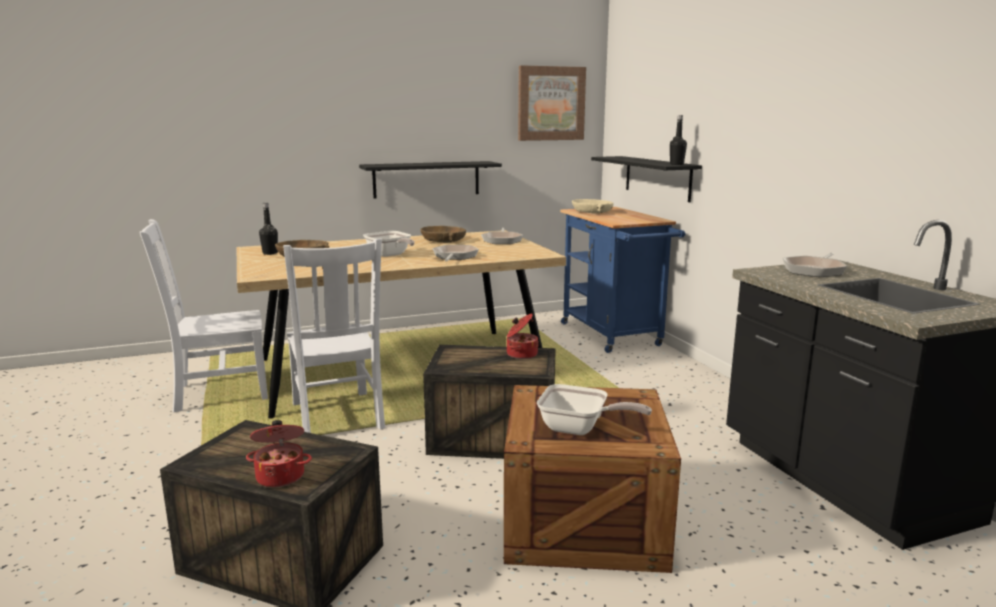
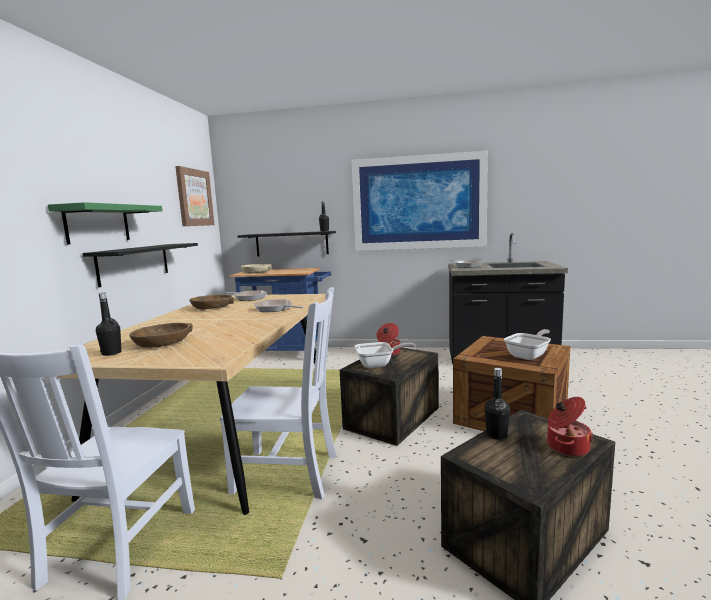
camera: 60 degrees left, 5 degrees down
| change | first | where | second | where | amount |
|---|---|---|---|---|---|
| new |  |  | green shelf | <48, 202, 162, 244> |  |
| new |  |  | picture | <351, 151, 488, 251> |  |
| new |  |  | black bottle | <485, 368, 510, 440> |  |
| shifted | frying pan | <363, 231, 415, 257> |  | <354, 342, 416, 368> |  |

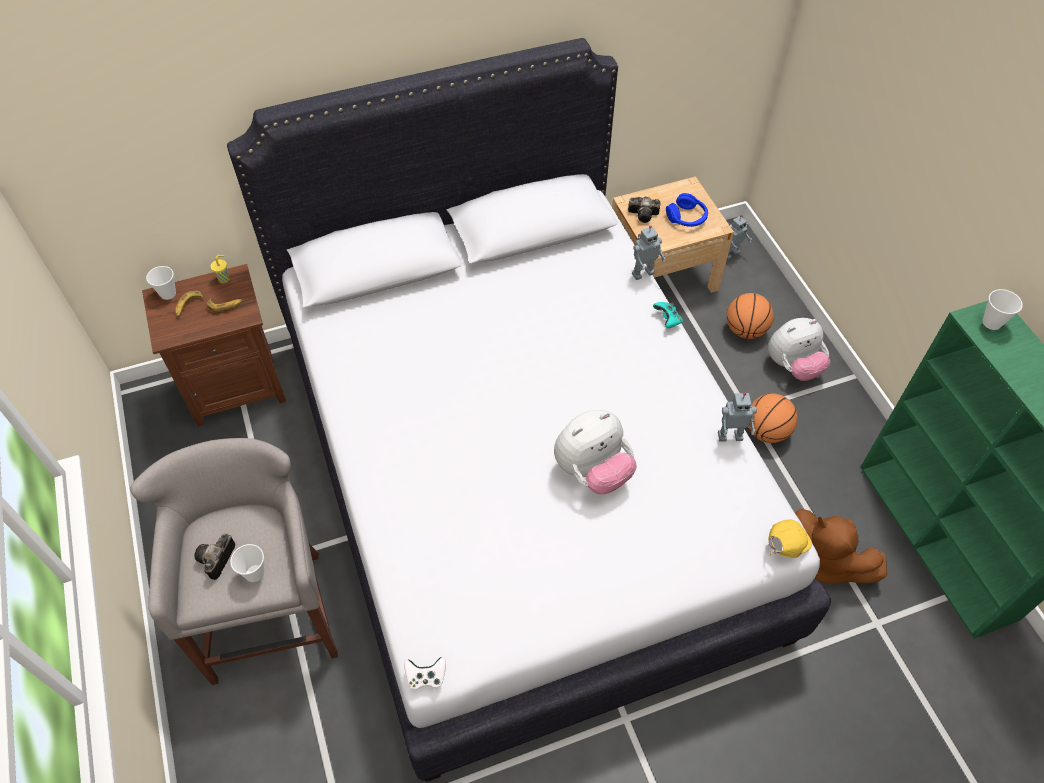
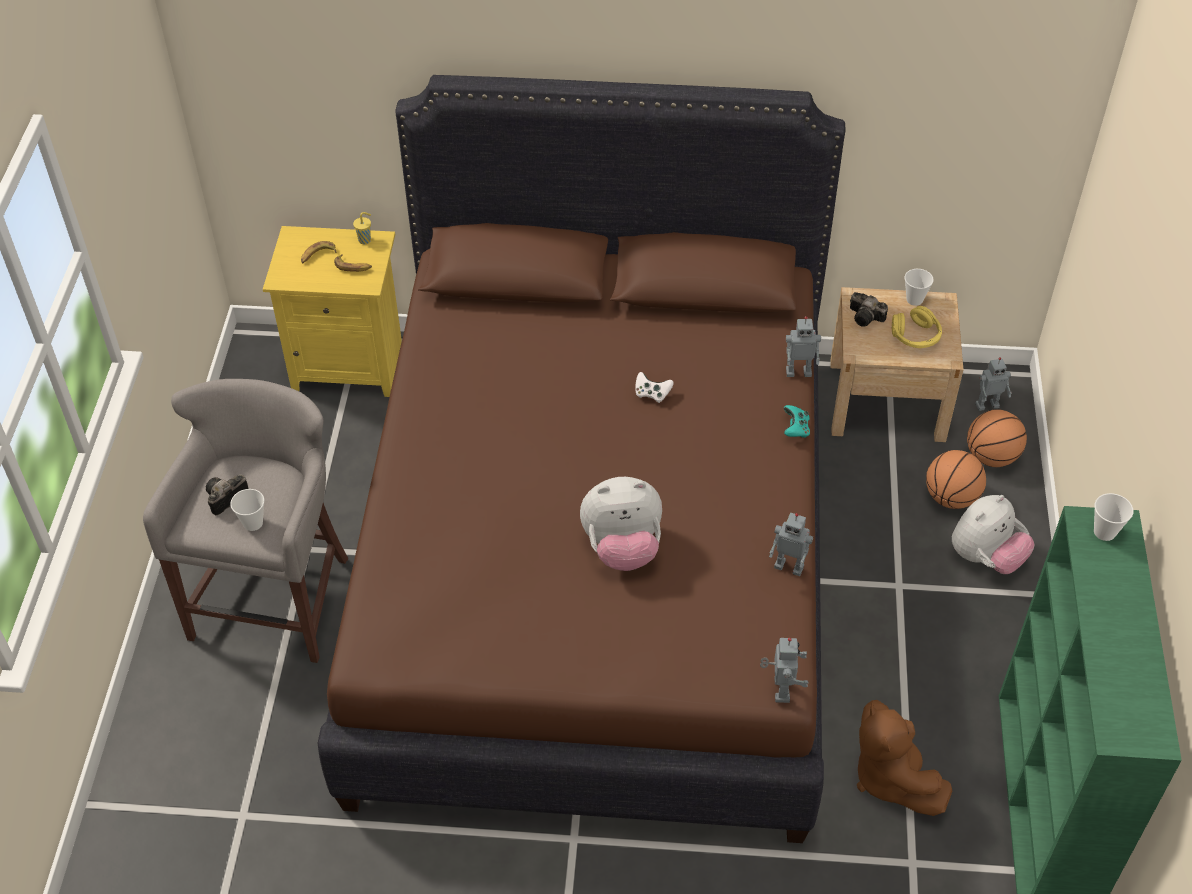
camera: 25 degrees right, 5 degrees down
| change | first | where | second | where | amount |
|---|---|---|---|---|---|
| shifted | cup | <146, 266, 176, 300> |  | <904, 269, 934, 306> |  |
| shifted | white game controller | <404, 657, 446, 690> |  | <635, 372, 674, 403> |  |
| shifted | basketball | <748, 393, 798, 443> |  | <967, 409, 1027, 467> |  |
| swapped | yellow cap | <768, 519, 812, 558> | toy robot | <760, 638, 808, 703> |  |
| repainted | brown nightstand | <142, 264, 286, 427> | yellow nightstand | <263, 226, 402, 397> |  |
| repainted | white bed | <227, 38, 831, 782> | brown bed | <318, 75, 845, 843> |  |
| repainted | blue headphones | <666, 193, 708, 227> | yellow headphones | <892, 306, 942, 348> |  |
| rotated | plush toy | <768, 318, 830, 381> |  | <952, 495, 1035, 574> | 45 degrees counterclockwise |

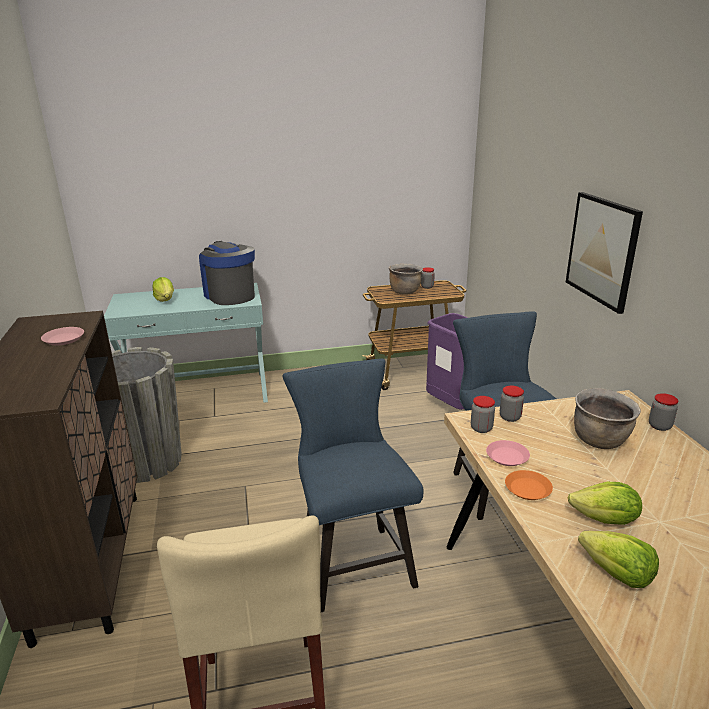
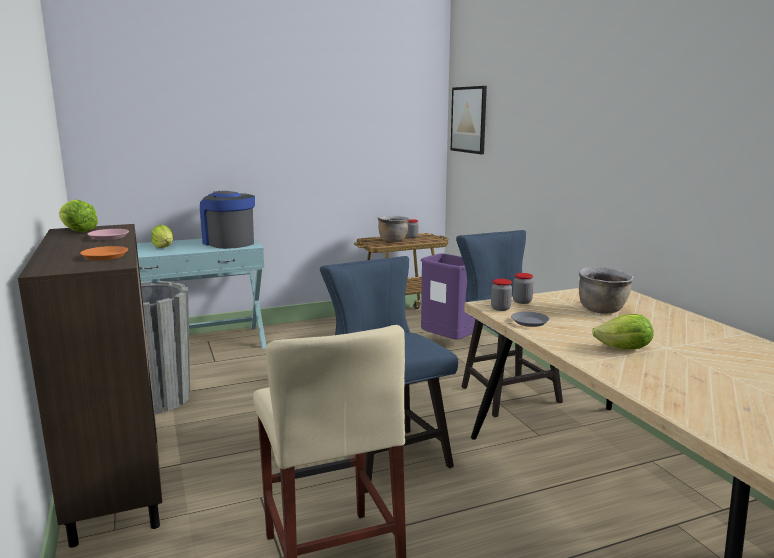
camera: 10 degrees left, 10 degrees down
| change | first | where | second | where | amount |
|---|---|---|---|---|---|
| gone | jar | <649, 393, 678, 431> |  |  |  |
| shifted | orange plate | <505, 470, 553, 500> |  | <80, 246, 128, 261> |  |
| shifted | picture | <566, 192, 643, 314> |  | <451, 86, 487, 154> |  |
| shifted | lettuce | <578, 531, 659, 588> |  | <59, 200, 98, 232> |  |
| repainted | pink plate | <486, 440, 530, 466> | grey plate | <511, 311, 549, 327> |  |

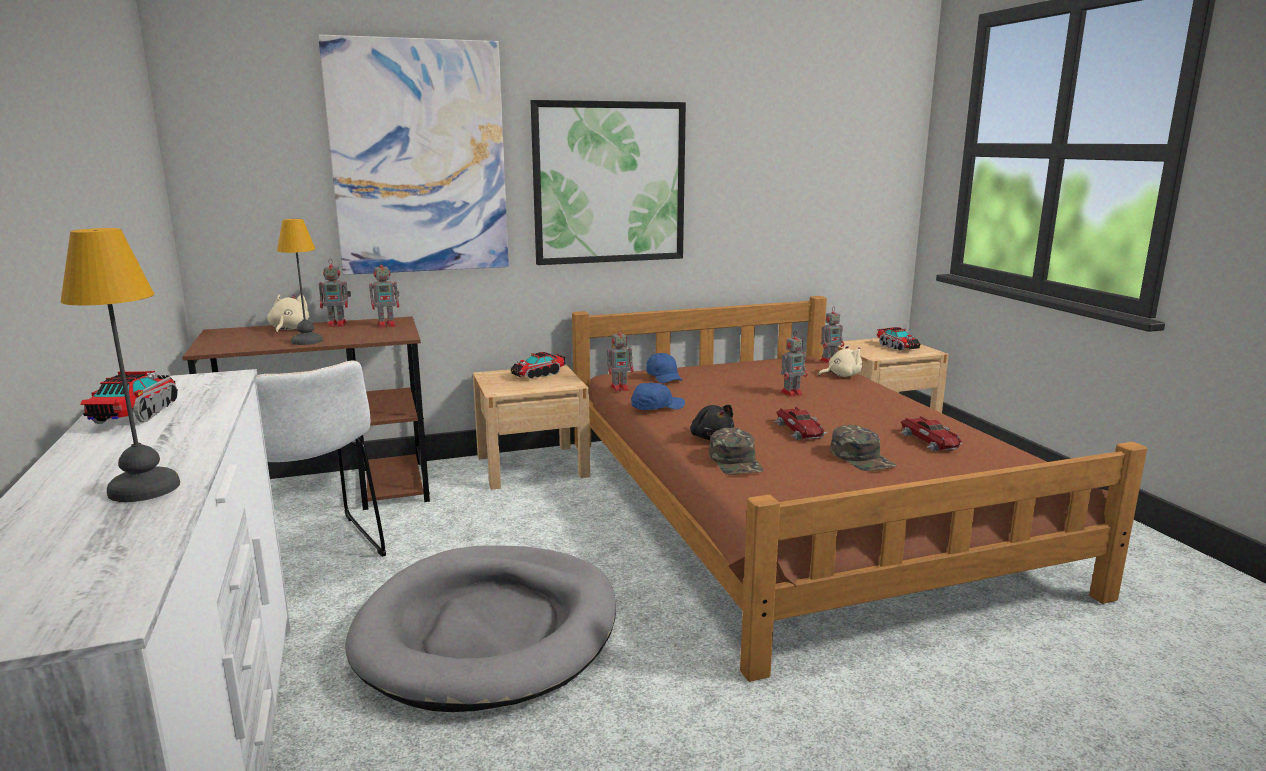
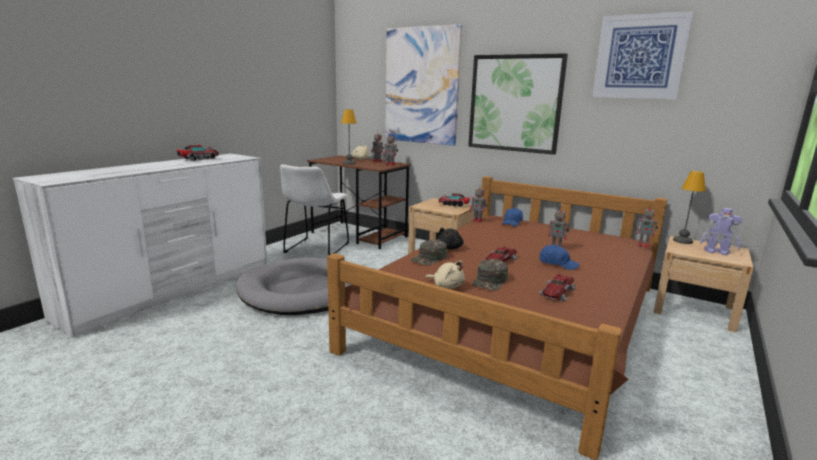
camera: 50 degrees right, 0 degrees up
| change | first | where | second | where | amount |
|---|---|---|---|---|---|
| new |  |  | picture | <592, 11, 693, 99> |  |
| shifted | table lamp | <61, 228, 180, 502> |  | <673, 171, 706, 244> |  |
| shifted | blue cap | <631, 382, 685, 410> |  | <539, 245, 580, 270> |  |
| shifted | beige plush toy | <818, 344, 862, 377> |  | <425, 261, 465, 289> |  |
| swapped | toy truck | <877, 327, 921, 351> | toy robot | <699, 208, 742, 255> |  |

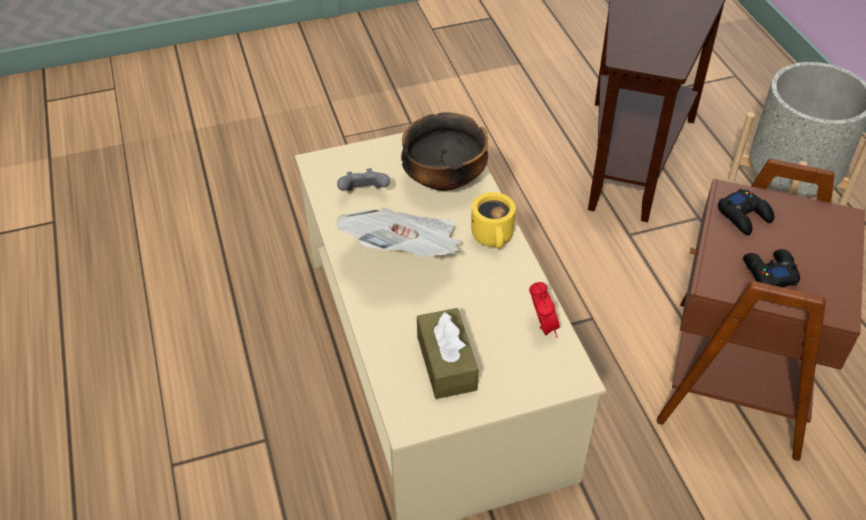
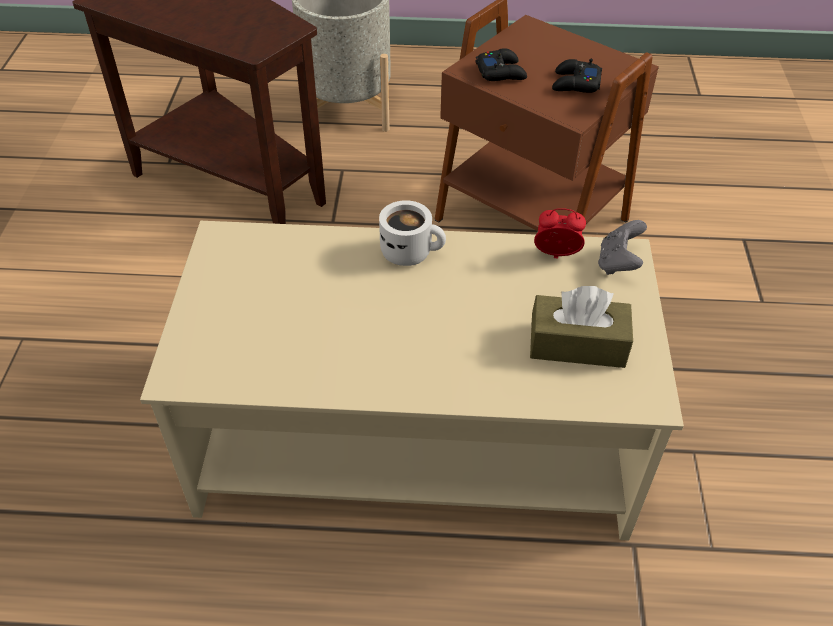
camera: 70 degrees left, 0 degrees up
| change | first | where | second | where | amount |
|---|---|---|---|---|---|
| gone | newspaper | <336, 208, 460, 257> |  |  |  |
| gone | bowl | <401, 112, 488, 191> |  |  |  |
| shifted | grey game controller | <337, 168, 390, 191> |  | <598, 220, 647, 275> |  |
| repainted | yellow mug | <471, 192, 516, 249> | white mug | <379, 200, 446, 266> |  |

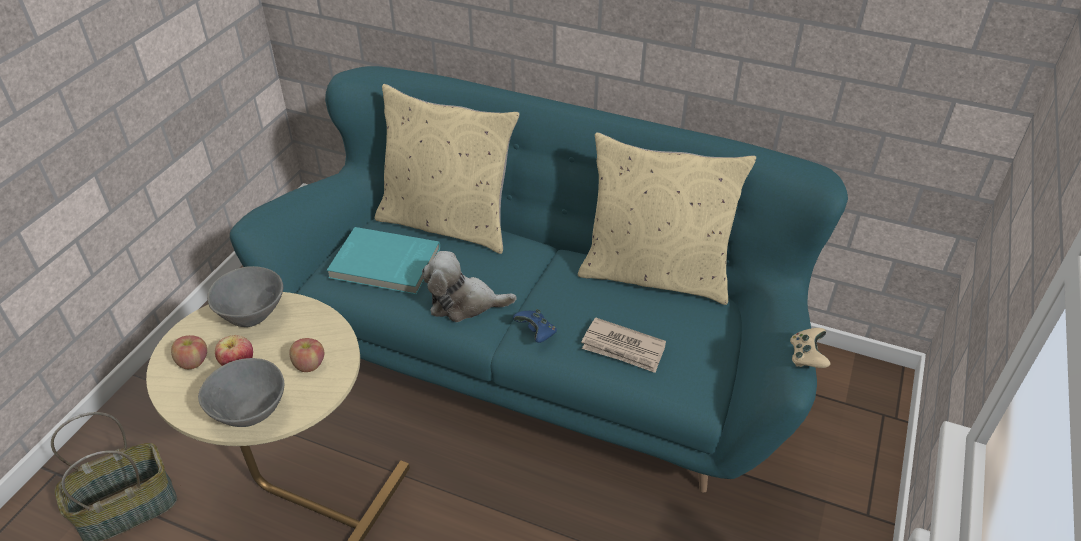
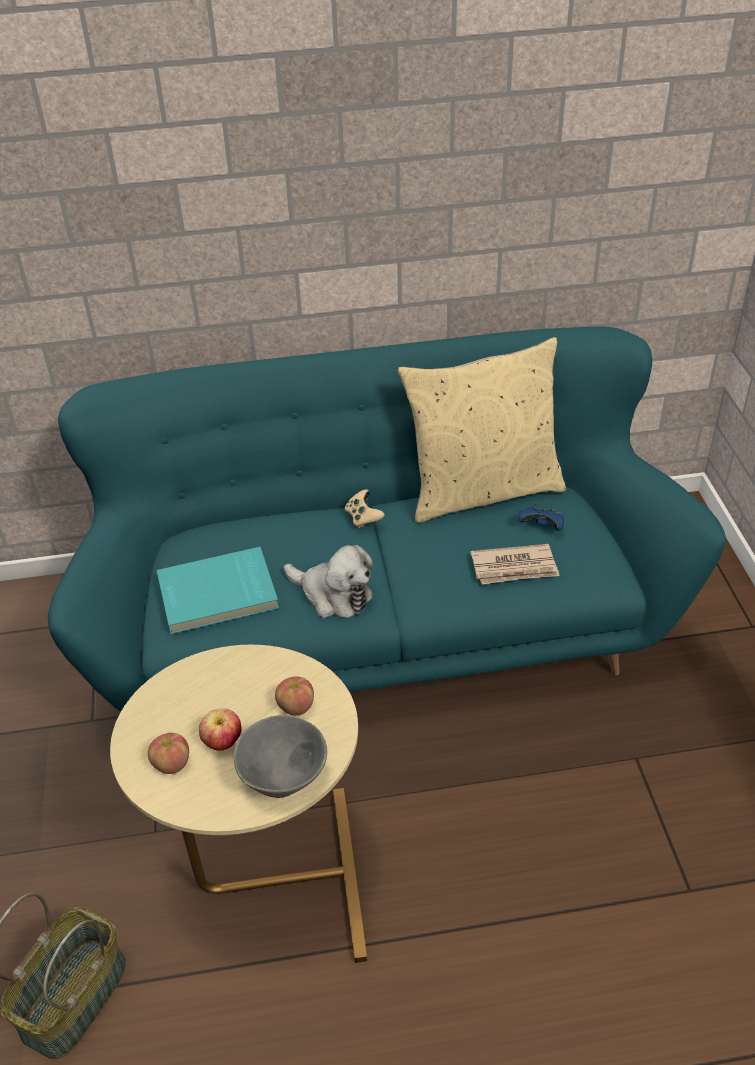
camera: 30 degrees left, 0 degrees up
| change | first | where | second | where | amount |
|---|---|---|---|---|---|
| gone | grey bowl | <207, 266, 283, 327> |  |  |  |
| gone | beige pillow | <375, 84, 520, 254> |  |  |  |
| shifted | blue game controller | <513, 309, 557, 343> |  | <519, 504, 564, 531> |  |
| shifted | beige game controller | <790, 328, 830, 368> |  | <345, 489, 385, 528> |  |
| rotated | plush toy | <422, 251, 517, 322> |  | <284, 545, 373, 618> | 120 degrees counterclockwise |

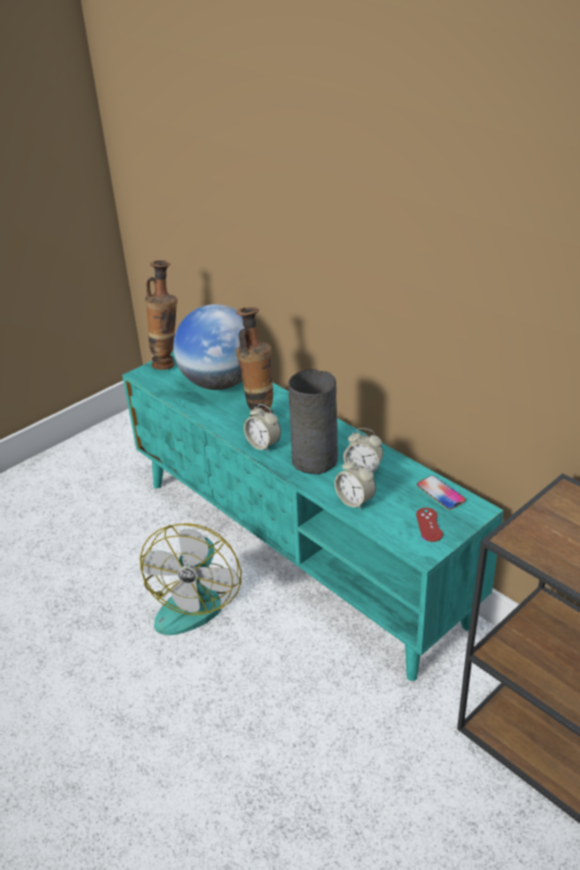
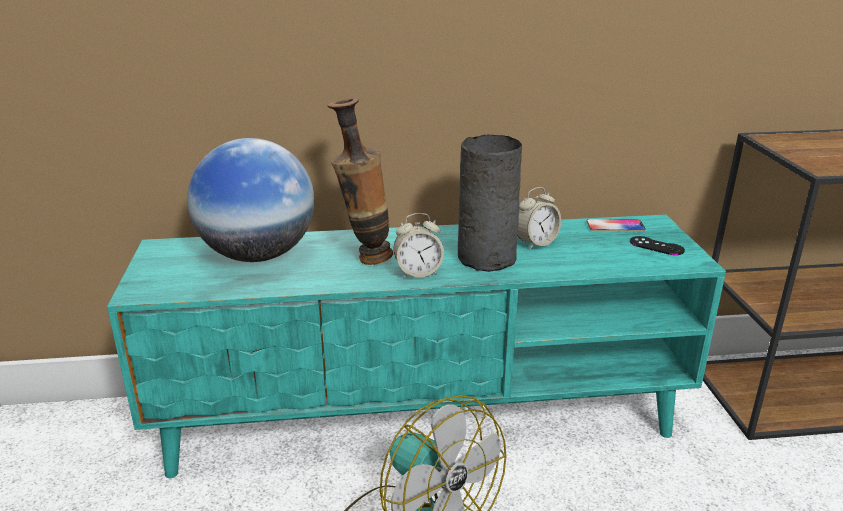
camera: 55 degrees left, 10 degrees down
| change | first | where | second | where | amount |
|---|---|---|---|---|---|
| gone | vase | <145, 260, 178, 370> |  |  |  |
| gone | alarm clock | <334, 458, 376, 510> |  |  |  |
| repainted | red game controller | <416, 508, 443, 542> | black game controller | <630, 236, 685, 255> |  |

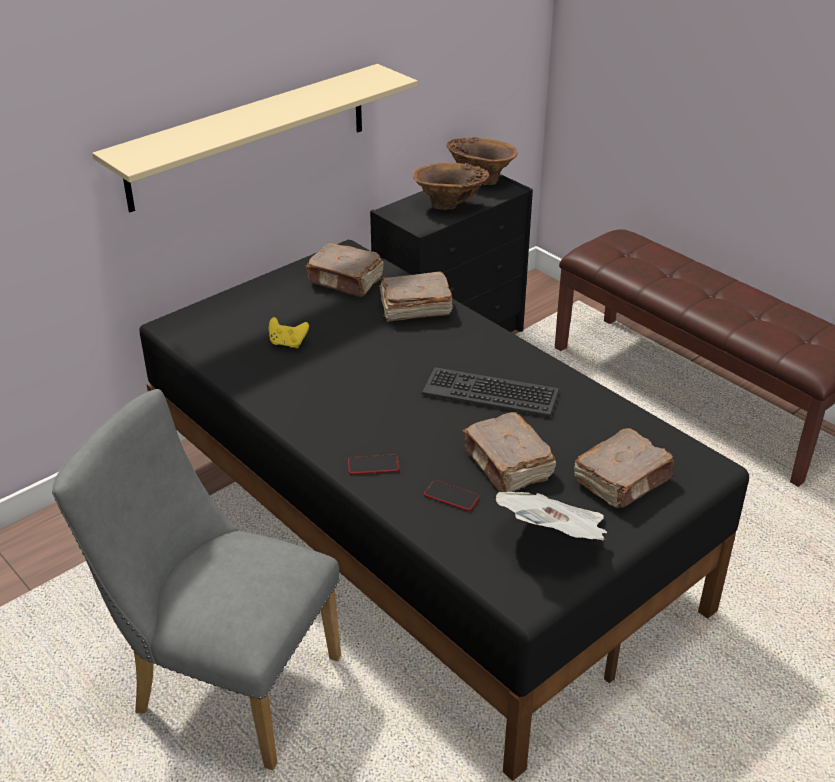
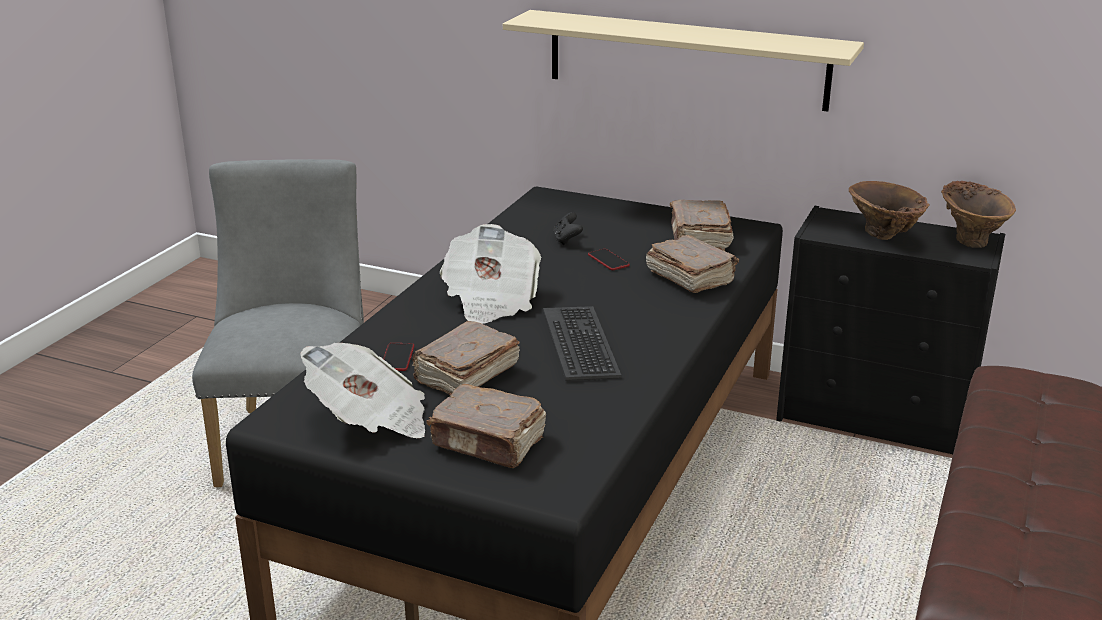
camera: 65 degrees right, 10 degrees down
| change | first | where | second | where | amount |
|---|---|---|---|---|---|
| new |  |  | newspaper | <440, 224, 541, 324> |  |
| shifted | phone | <348, 454, 400, 475> |  | <588, 249, 630, 270> |  |
| repainted | yellow game controller | <269, 317, 309, 348> | black game controller | <553, 212, 583, 245> |  |

